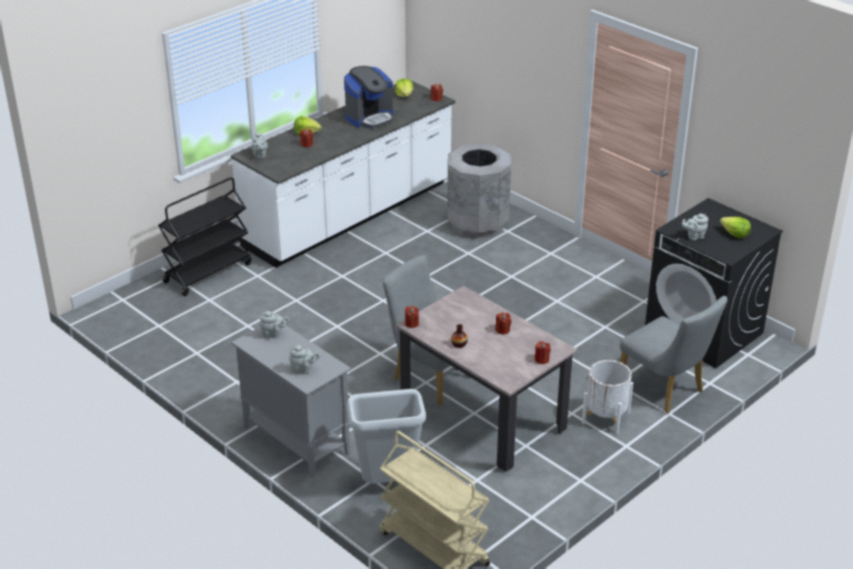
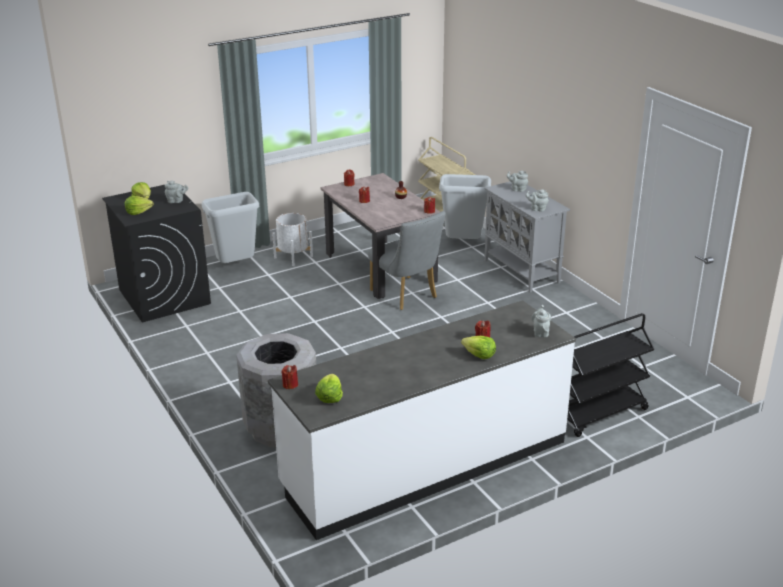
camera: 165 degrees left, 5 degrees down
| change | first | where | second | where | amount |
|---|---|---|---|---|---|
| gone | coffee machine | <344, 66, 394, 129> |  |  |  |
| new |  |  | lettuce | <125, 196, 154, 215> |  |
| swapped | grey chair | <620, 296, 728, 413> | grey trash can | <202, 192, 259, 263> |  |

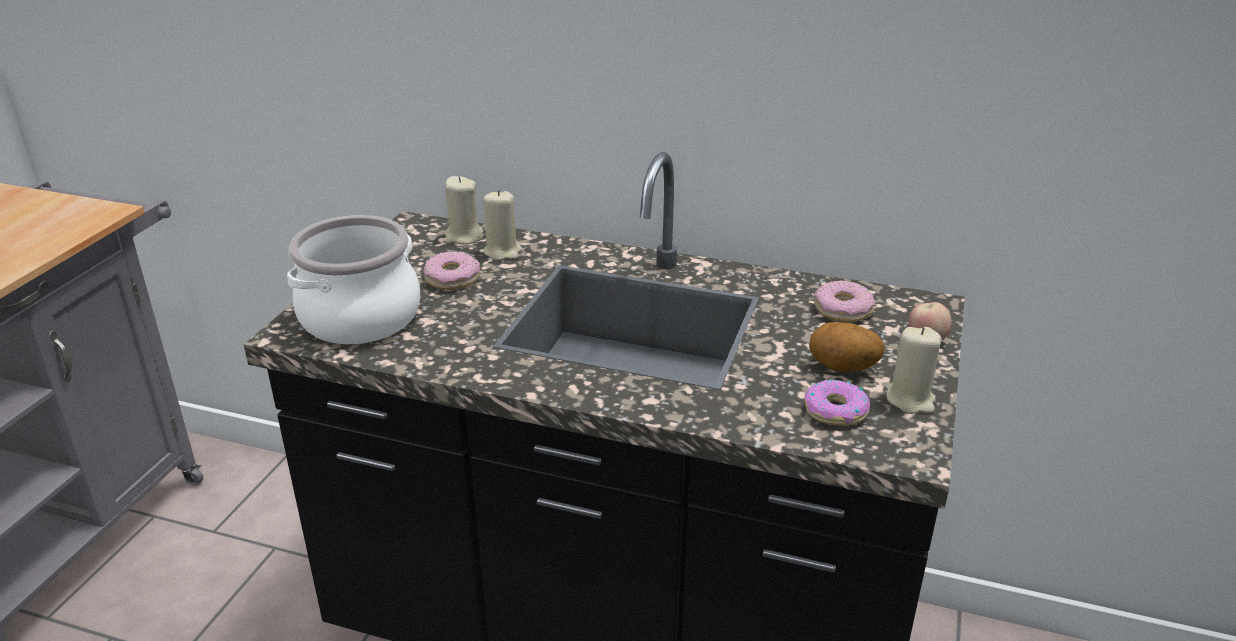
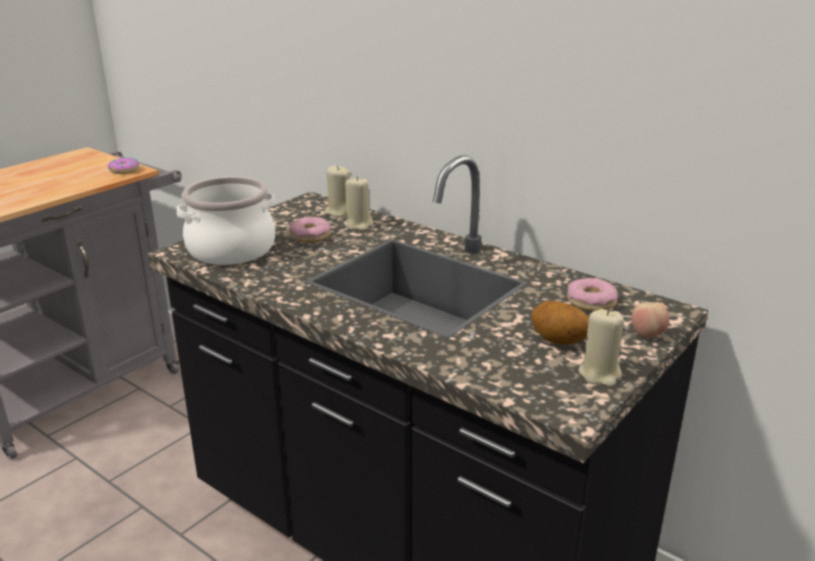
camera: 20 degrees right, 5 degrees down
| change | first | where | second | where | amount |
|---|---|---|---|---|---|
| shifted | donut | <805, 379, 870, 426> |  | <107, 157, 139, 174> |  |

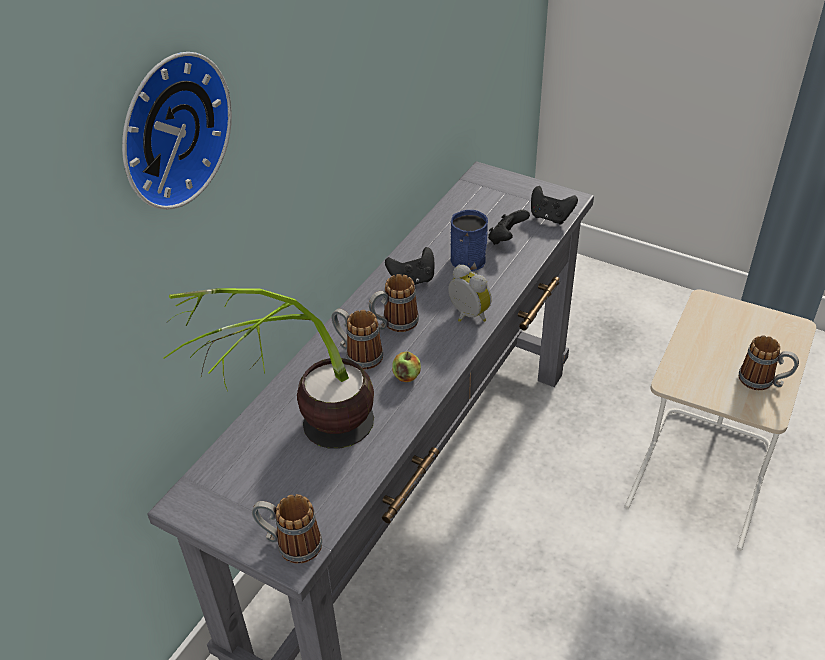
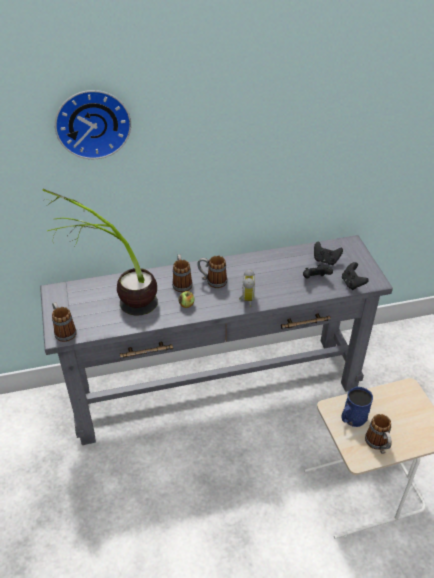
camera: 45 degrees right, 0 degrees up
| change | first | where | second | where | amount |
|---|---|---|---|---|---|
| shifted | black game controller | <385, 247, 434, 285> |  | <314, 241, 343, 265> |  |
| shifted | blue mug | <451, 210, 488, 271> |  | <341, 386, 373, 427> |  |

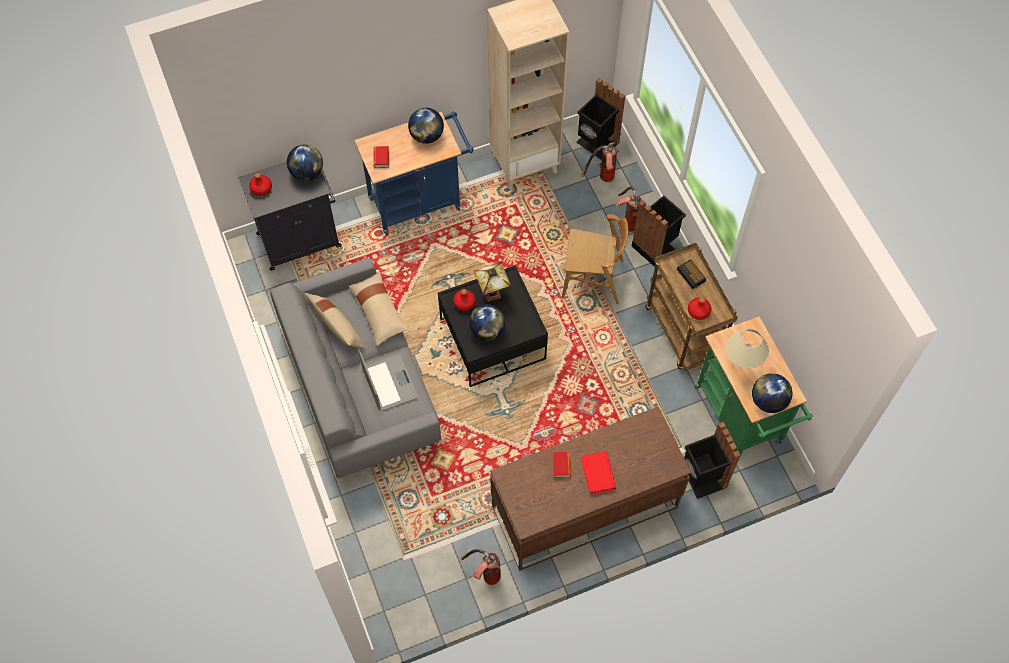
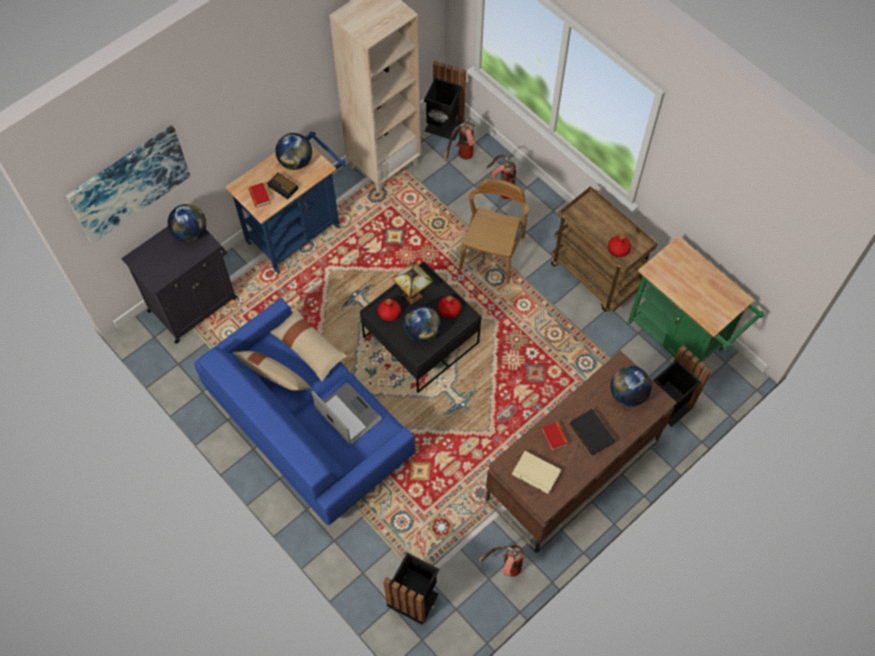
camera: 20 degrees left, 0 degrees up
| change | first | where | second | where | amount |
|---|---|---|---|---|---|
| gone | beige table lamp | <726, 329, 769, 368> |  |  |  |
| new |  |  | picture | <66, 125, 191, 244> |  |
| new |  |  | beige book | <512, 451, 561, 494> |  |
| shifted | red bottle | <249, 173, 272, 196> |  | <438, 296, 461, 318> |  |
| shifted | black trash can | <632, 196, 686, 267> |  | <383, 553, 439, 625> |  |
| shifted | alarm clock | <677, 259, 706, 289> |  | <267, 173, 298, 200> |  |
| shifted | globe | <752, 373, 792, 413> |  | <611, 366, 652, 407> |  |
| repainted | grey sofa | <270, 257, 441, 478> | blue sofa | <194, 298, 415, 525> |  |
| repainted | red book | <581, 451, 616, 494> | black book | <570, 409, 615, 456> |  |
| rotated | brown chair | <562, 214, 629, 305> |  | <459, 178, 529, 284> | 60 degrees counterclockwise |

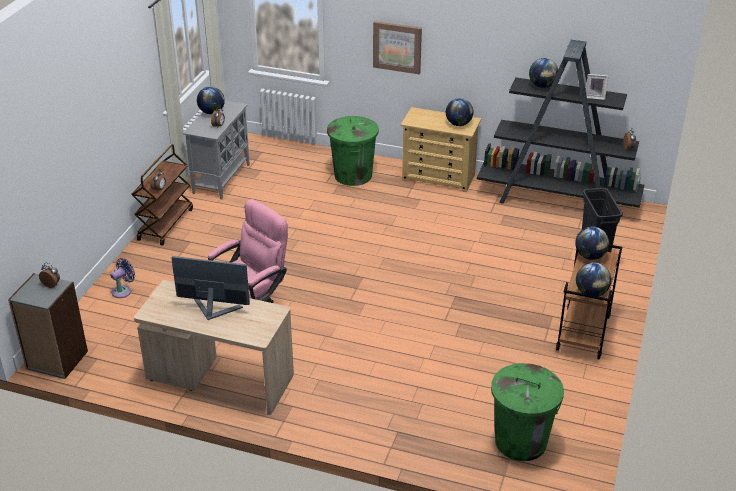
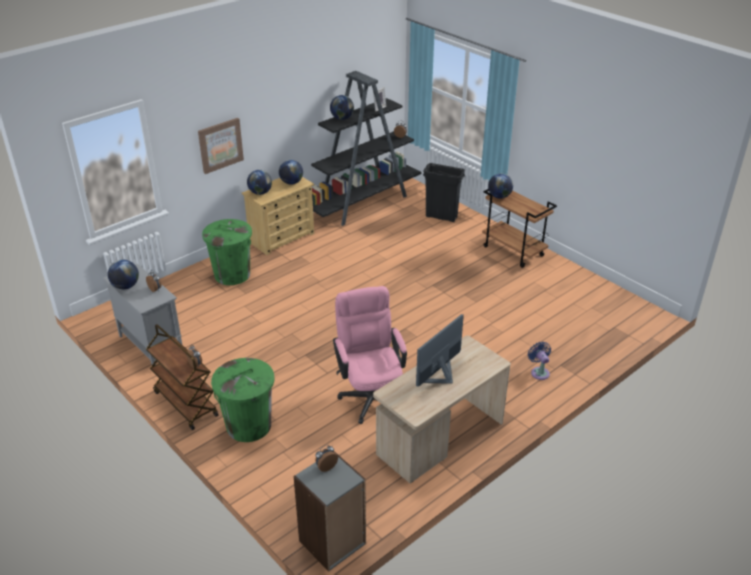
camera: 60 degrees left, 0 degrees up
| change | first | where | second | where | amount |
|---|---|---|---|---|---|
| shifted | blue fan | <110, 258, 135, 298> |  | <528, 342, 551, 380> |  |
| shifted | green trash can | <491, 363, 564, 461> |  | <211, 358, 274, 442> |  |
| shifted | globe | <576, 262, 611, 297> |  | <247, 170, 272, 195> |  |

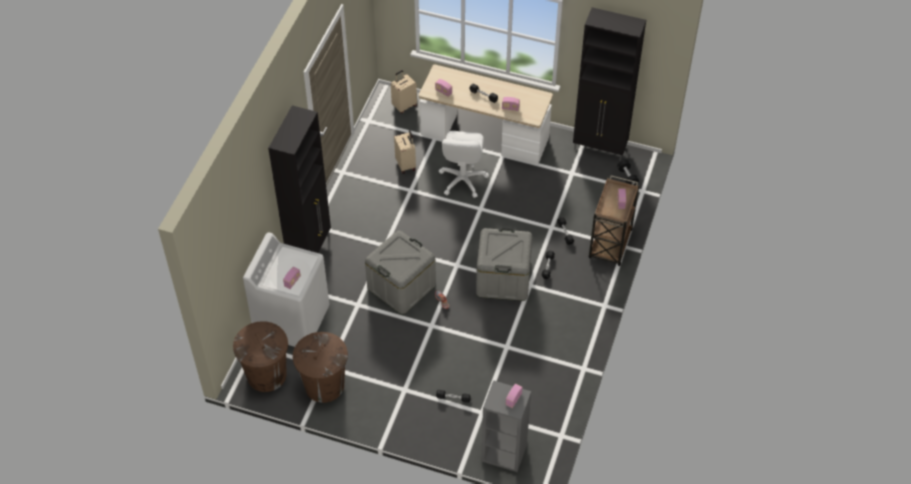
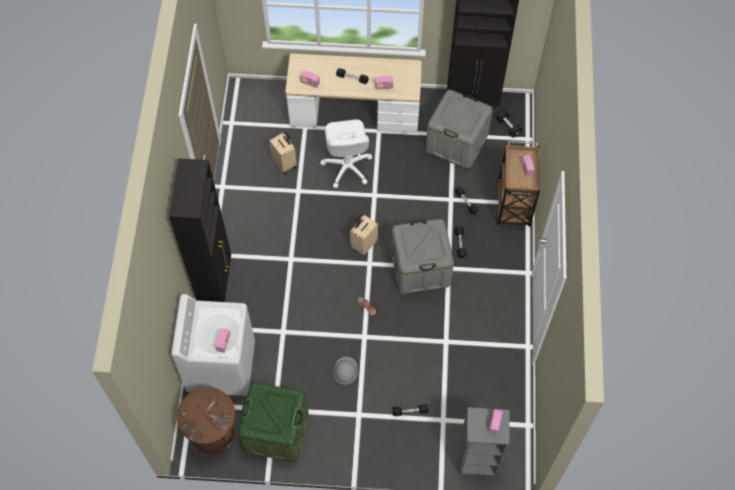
camera: 15 degrees left, 10 degrees up
| change | first | where | second | where | amount |
|---|---|---|---|---|---|
| new |  |  | grey hard hat | <333, 357, 358, 385> |  |
| shifted | grey storage box | <365, 231, 436, 314> |  | <425, 90, 493, 169> |  |
| shifted | beige suitcase | <391, 70, 417, 113> |  | <350, 215, 378, 255> |  |
| swapped | brown trash can | <293, 332, 348, 403> | green storage box | <238, 383, 309, 462> |  |

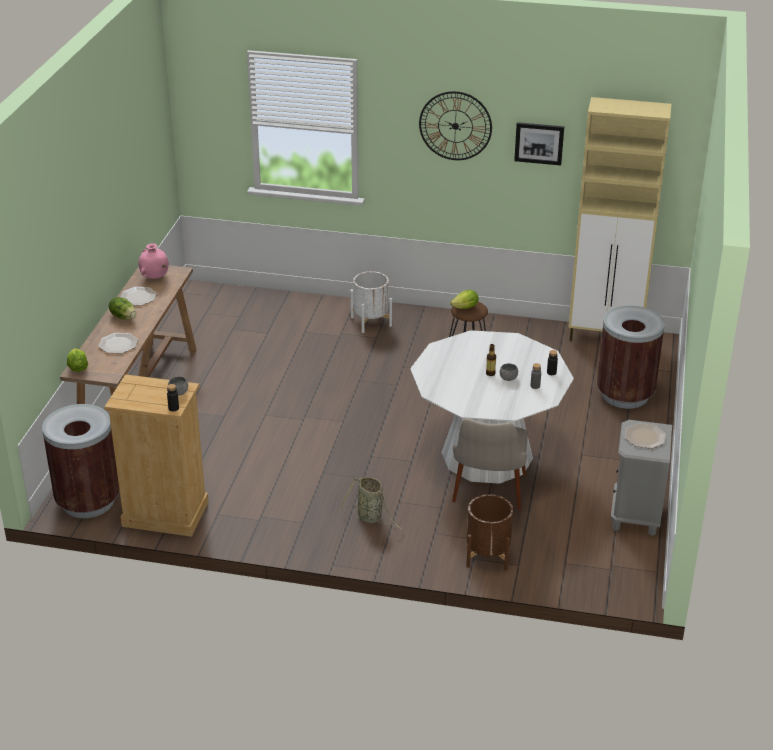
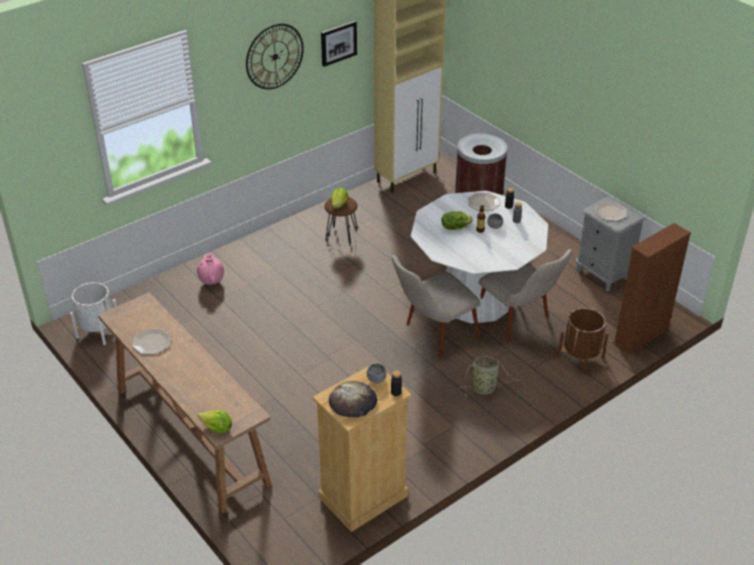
camera: 50 degrees left, 5 degrees up
| change | first | where | second | where | amount |
|---|---|---|---|---|---|
| gone | brown trash can | <42, 404, 120, 518> |  |  |  |
| new |  |  | bread | <329, 381, 377, 417> |  |
| new |  |  | beige chair | <392, 255, 480, 357> |  |
| new |  |  | brown bookcase | <613, 223, 691, 354> |  |
| shifted | plate | <99, 333, 138, 354> |  | <468, 192, 500, 211> |  |
| shifted | lettuce | <109, 297, 136, 320> |  | <442, 211, 473, 230> |  |
| shifted | pink vase | <138, 243, 169, 279> |  | <197, 254, 224, 285> |  |
| shifted | white planter | <350, 271, 392, 333> |  | <70, 282, 117, 345> |  |

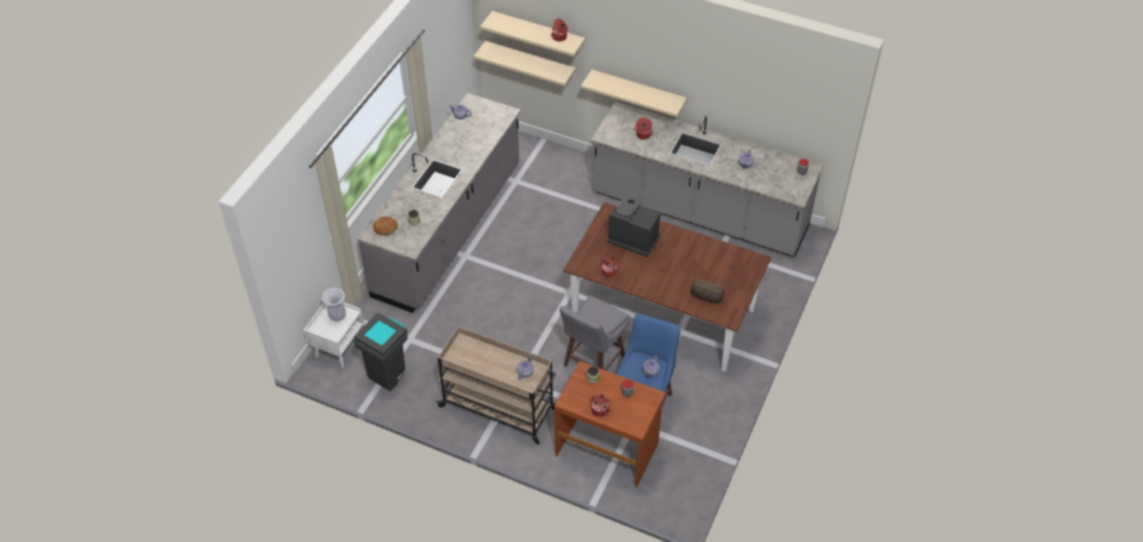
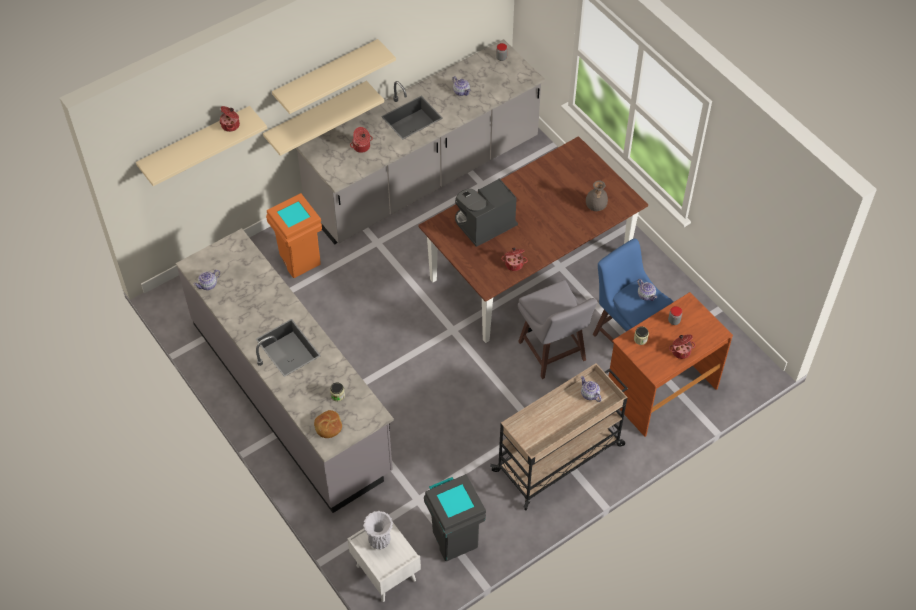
camera: 60 degrees left, 5 degrees up
| change | first | where | second | where | amount |
|---|---|---|---|---|---|
| new |  |  | orange trash can | <266, 193, 322, 278> |  |
| shifted | beige shelf | <474, 41, 576, 86> |  | <272, 39, 396, 114> |  |
| swapped | bread | <690, 278, 725, 304> | grey vase | <586, 181, 608, 211> |  |

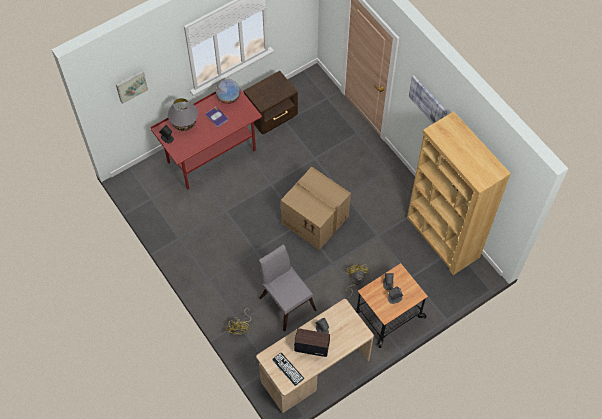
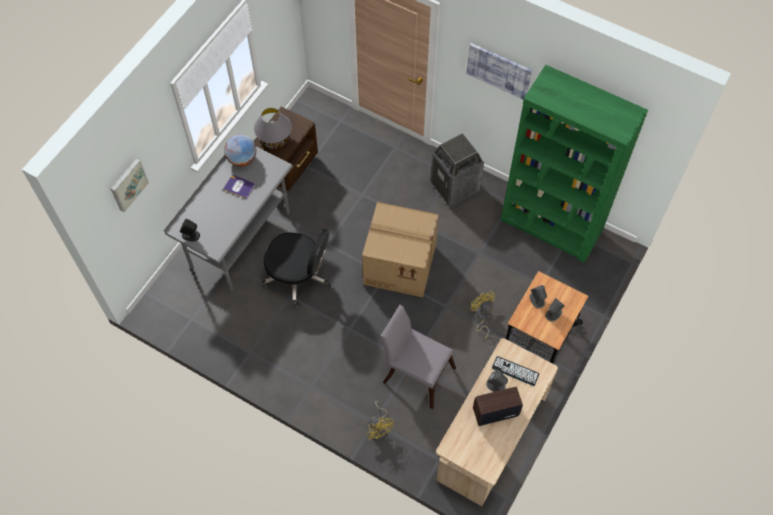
camera: 25 degrees left, 0 degrees up
| change | first | where | second | where | amount |
|---|---|---|---|---|---|
| new |  |  | black office chair | <262, 229, 331, 308> |  |
| new |  |  | trash can | <430, 133, 484, 207> |  |
| shifted | grey table lamp | <168, 98, 198, 131> |  | <254, 108, 292, 149> |  |
| shifted | keyboard | <272, 353, 304, 386> |  | <492, 356, 539, 386> |  |
| repainted | red desk | <151, 89, 262, 190> | grey desk | <164, 147, 293, 291> |  |
| repainted | brown bookcase | <407, 111, 511, 275> | green bookcase | <501, 65, 648, 263> |  |

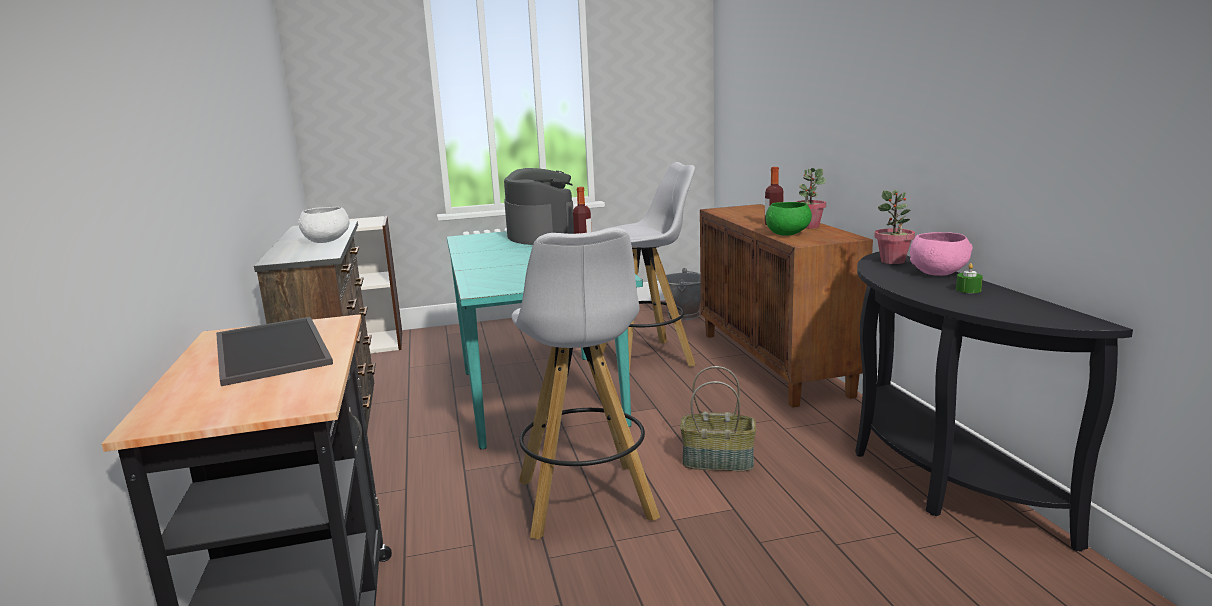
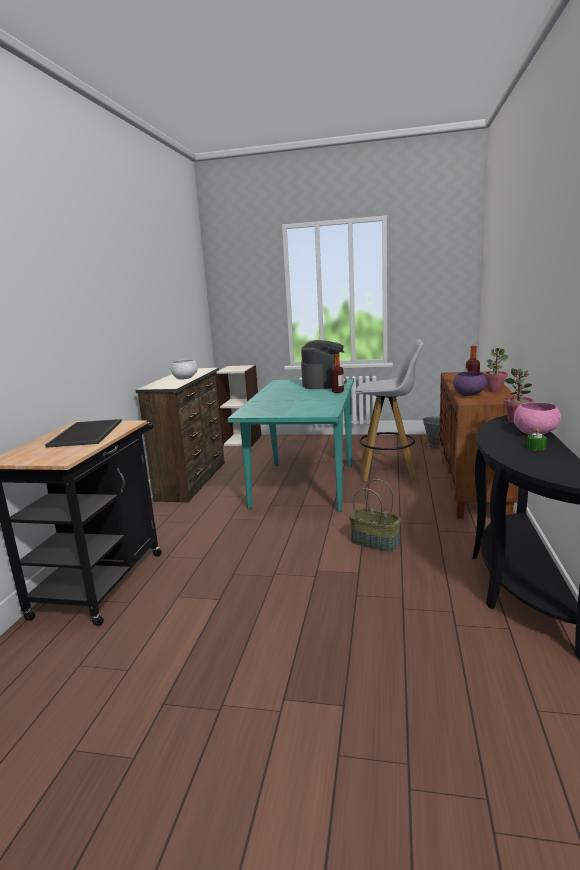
camera: 25 degrees right, 0 degrees up
| change | first | where | second | where | amount |
|---|---|---|---|---|---|
| gone | white stool | <511, 228, 660, 539> |  |  |  |
| repainted | green bowl | <766, 202, 812, 236> | purple bowl | <453, 372, 487, 396> |  |

